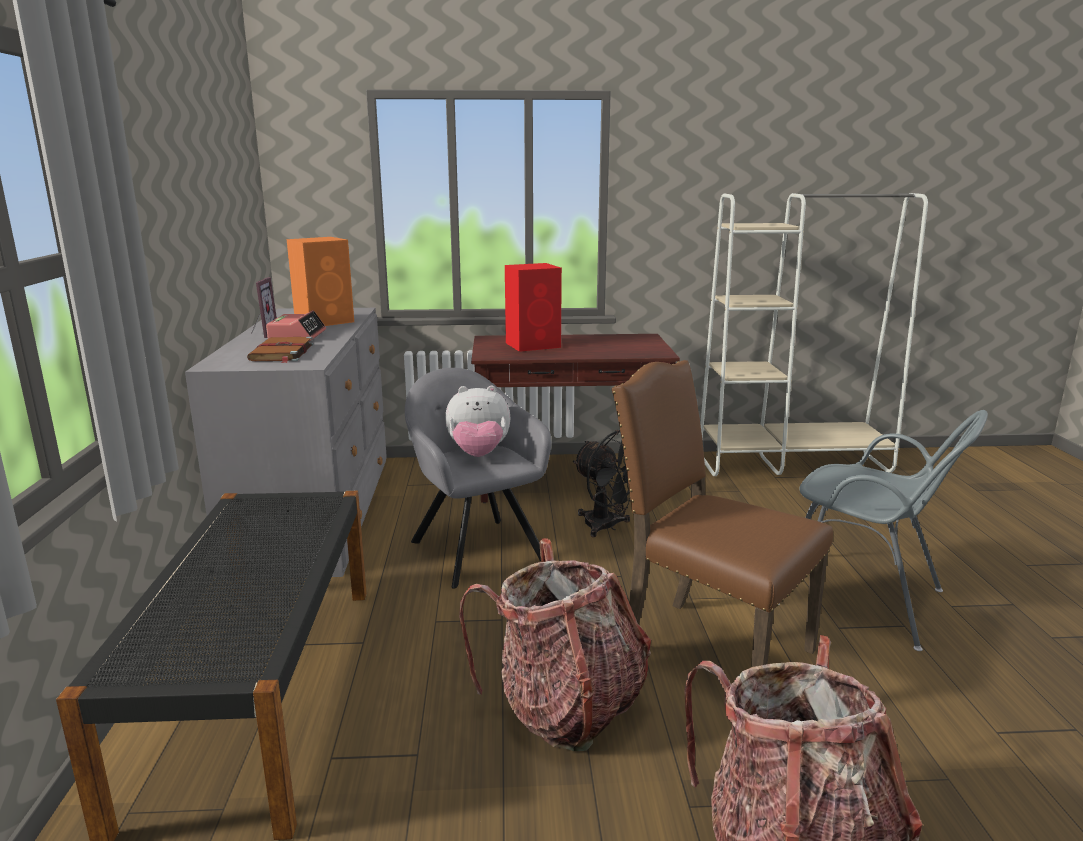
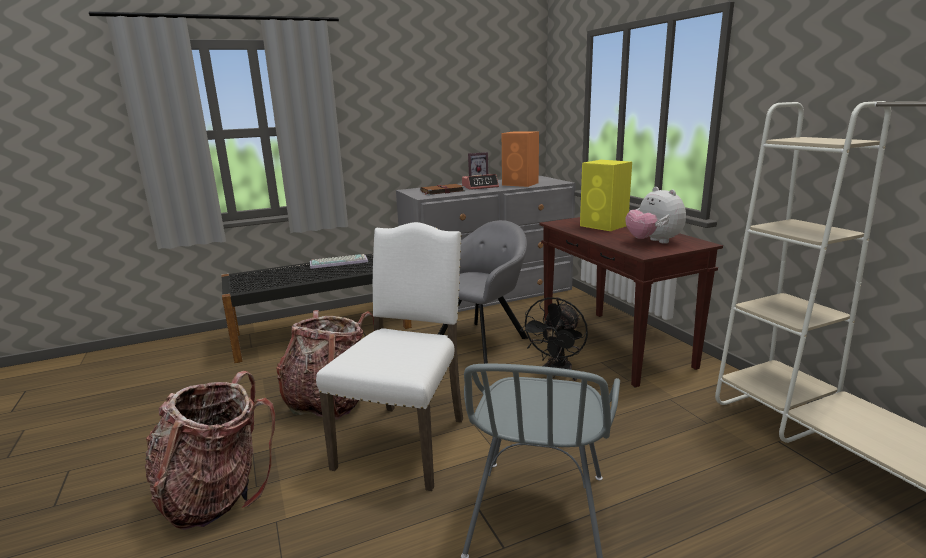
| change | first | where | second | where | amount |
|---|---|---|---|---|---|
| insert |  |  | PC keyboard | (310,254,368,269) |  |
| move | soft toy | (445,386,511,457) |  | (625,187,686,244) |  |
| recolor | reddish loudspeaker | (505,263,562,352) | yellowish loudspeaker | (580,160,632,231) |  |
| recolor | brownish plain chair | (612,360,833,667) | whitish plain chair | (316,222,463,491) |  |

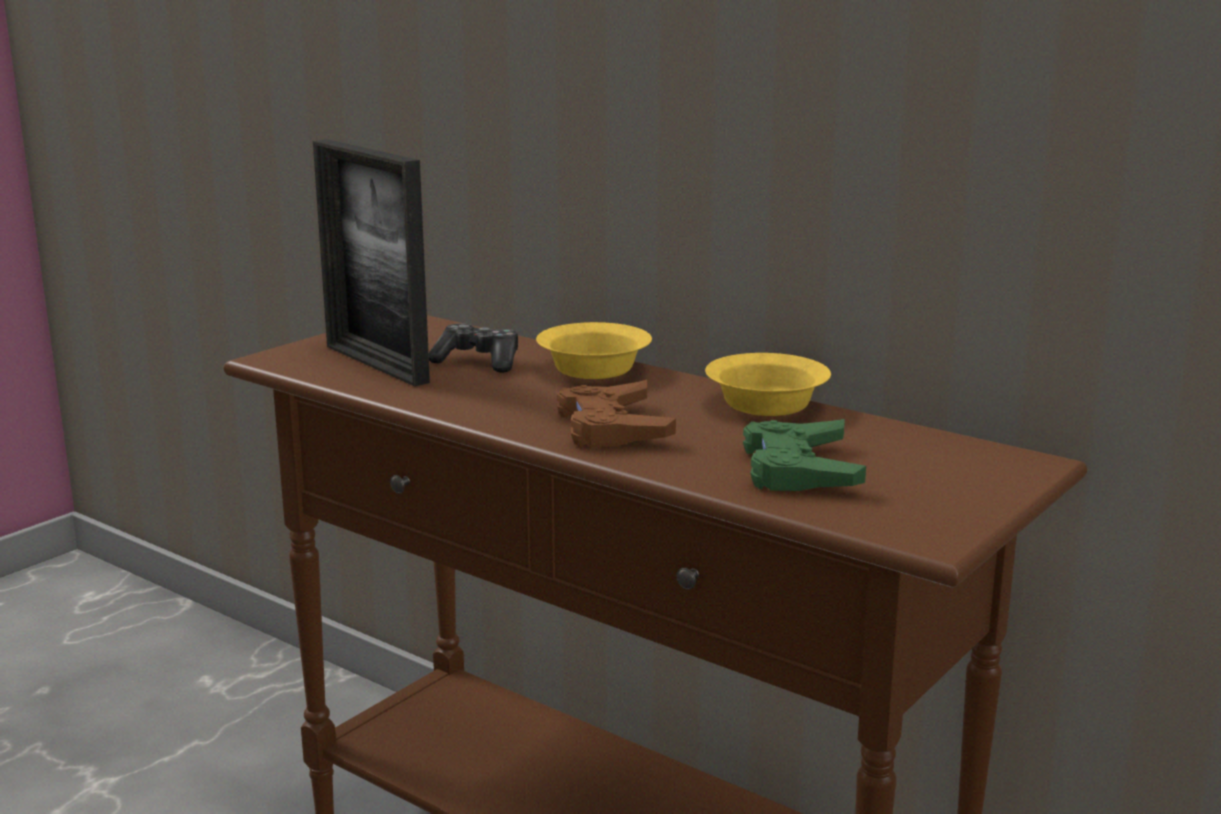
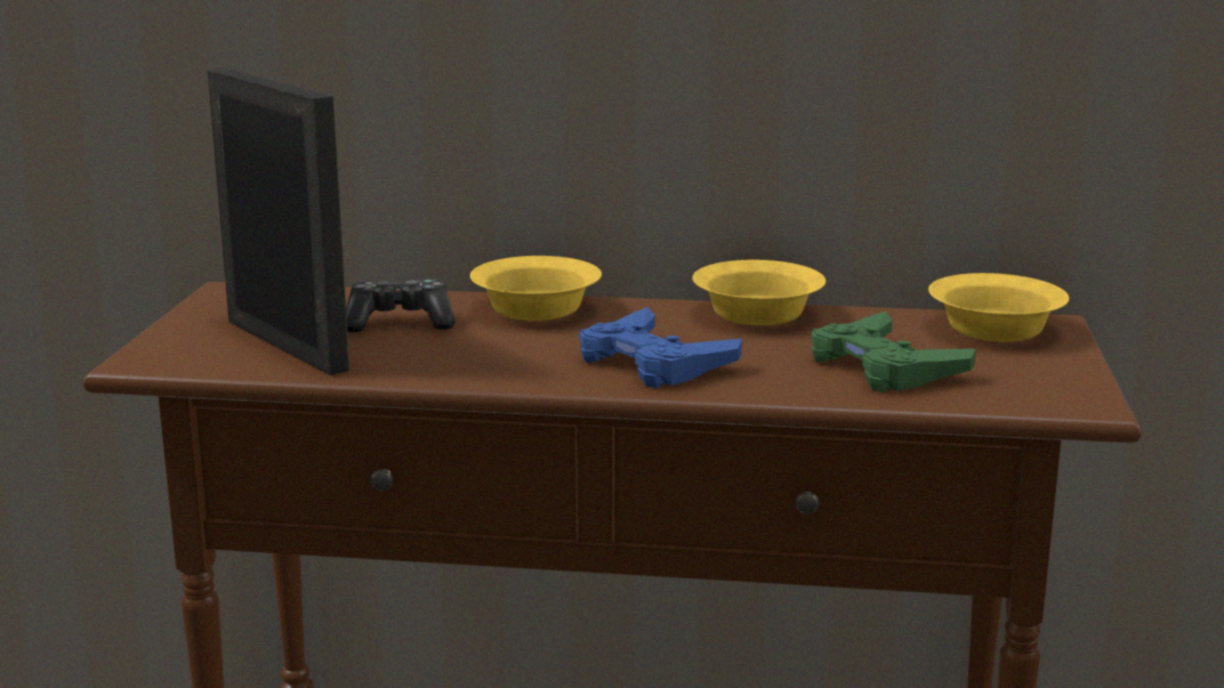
| change | first | where | second | where | amount |
|---|---|---|---|---|---|
| insert |  |  | yellowish serving bowl | (928,273,1069,342) |  |
| recolor | brownish joypad | (557,380,676,448) | blue-coloured joypad | (579,307,742,388) |  |
| rotate | picture frame | (313,139,430,387) |  | (207,68,350,376) | 150 degrees counterclockwise |

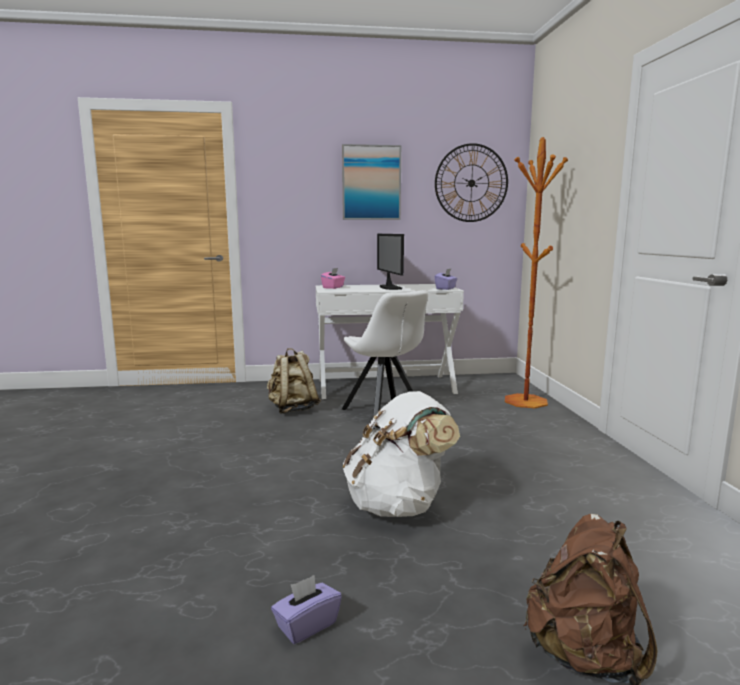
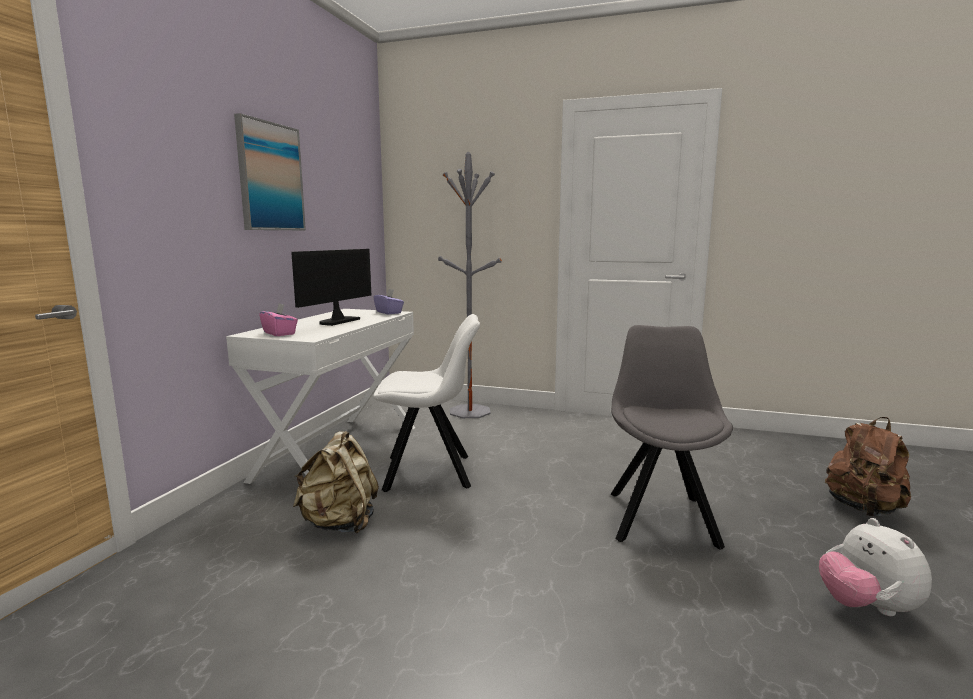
| change | first | where | second | where | amount |
|---|---|---|---|---|---|
| delete | hanging clock | (435,143,508,222) |  |  |  |
| replace | purple tissue holder | (271,575,342,644) | soft toy | (819,518,932,616) |  |
| replace | whitish backpack | (343,391,460,517) | gray plain chair | (611,325,733,549) |  |
| recolor | orange garment rack | (505,137,568,408) | gray garment rack | (438,152,502,418) |  |
| rotate | monitor | (377,234,404,290) |  | (291,249,371,326) | 105 degrees clockwise |

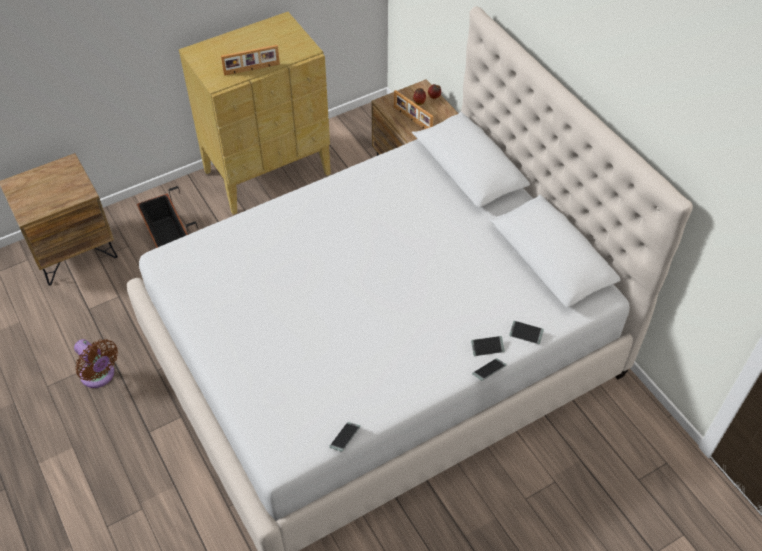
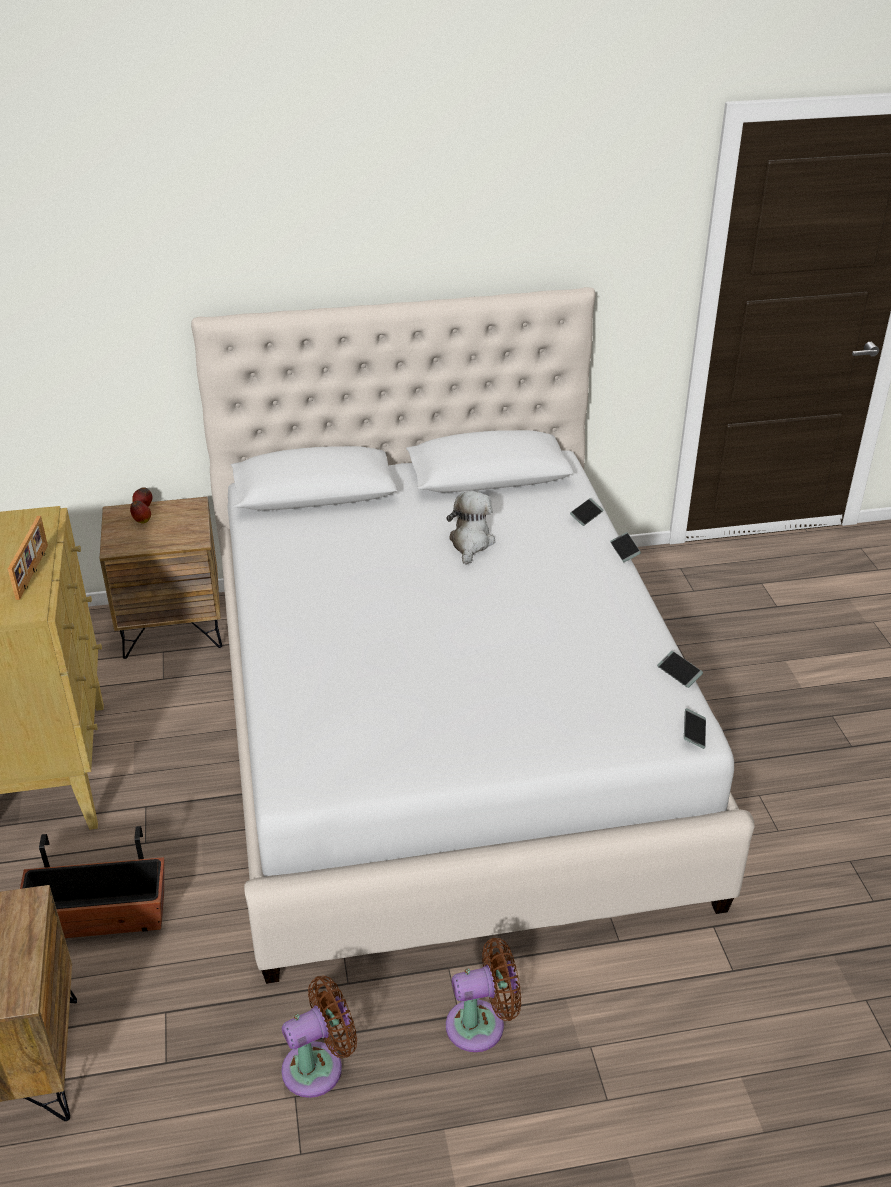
| change | first | where | second | where | amount |
|---|---|---|---|---|---|
| delete | picture frame | (394,90,433,129) |  |  |  |
| insert |  |  | soft toy | (446,491,495,565) |  |
| insert |  |  | brownish cooling fan | (446,938,521,1052) |  |
| move | handset | (471,336,505,356) |  | (684,708,706,749) |  |

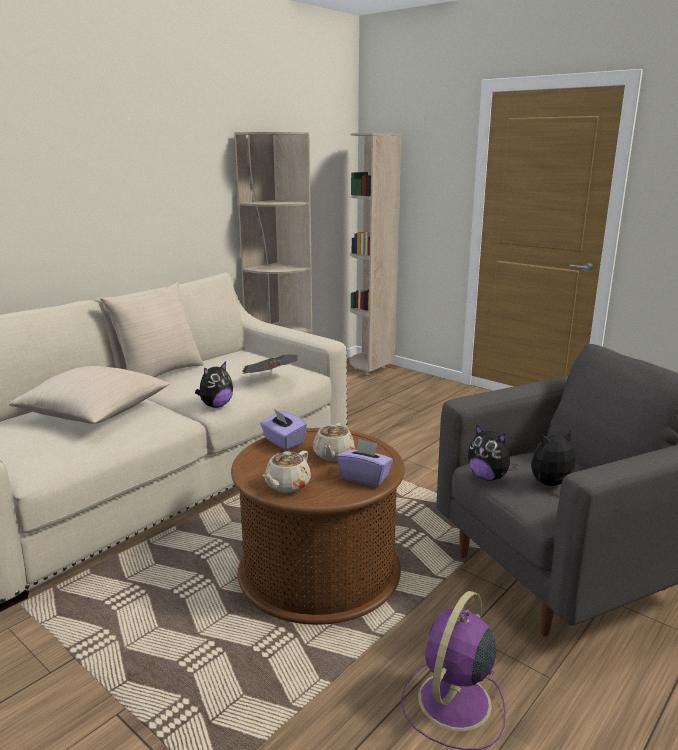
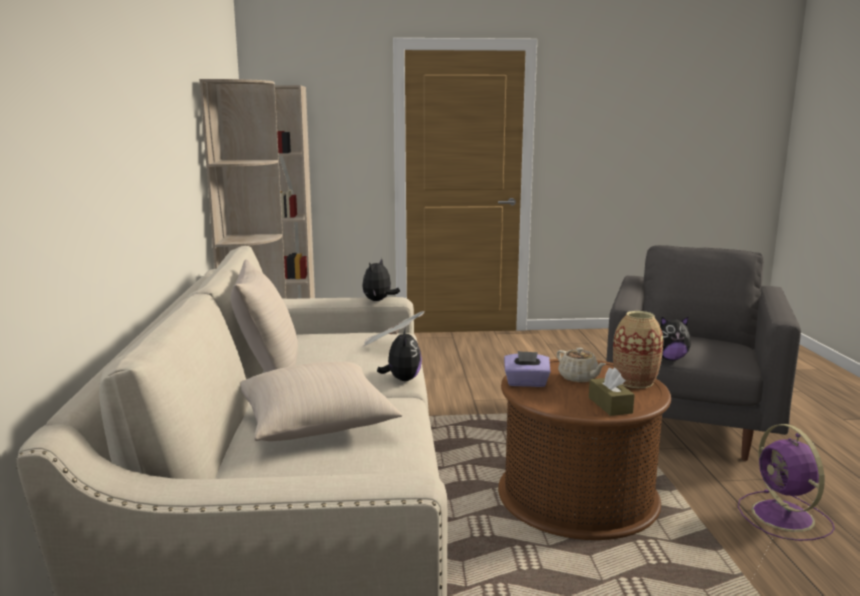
| change | first | where | second | where | amount |
|---|---|---|---|---|---|
| move | soft toy | (531,430,575,486) |  | (362,258,400,301) |  |
| replace | beige-coloured teapot | (263,451,311,493) | brownish tissue holder | (589,368,635,416) |  |
| replace | purple tissue holder | (337,439,393,487) | flower vase | (613,311,663,388) |  |

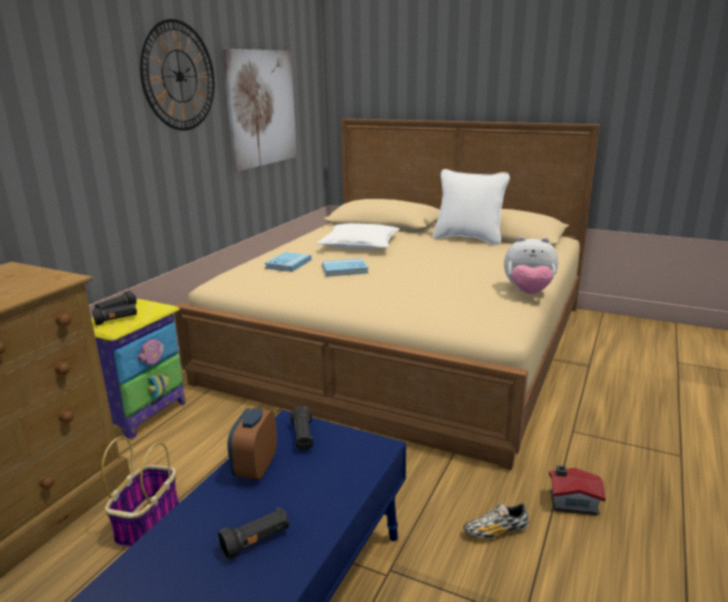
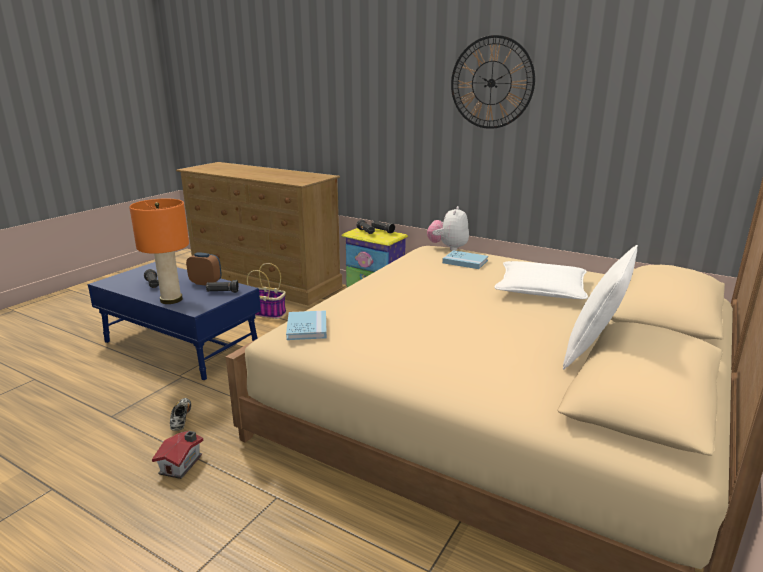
| change | first | where | second | where | amount |
|---|---|---|---|---|---|
| delete | wall picture | (222,49,297,172) |  |  |  |
| insert |  |  | orange lamp for a table | (129,199,189,304) |  |
| move | blue-coloured bound book | (322,258,369,277) |  | (286,310,327,340) |  |
| move | soft toy | (504,237,558,294) |  | (427,206,469,251) |  |

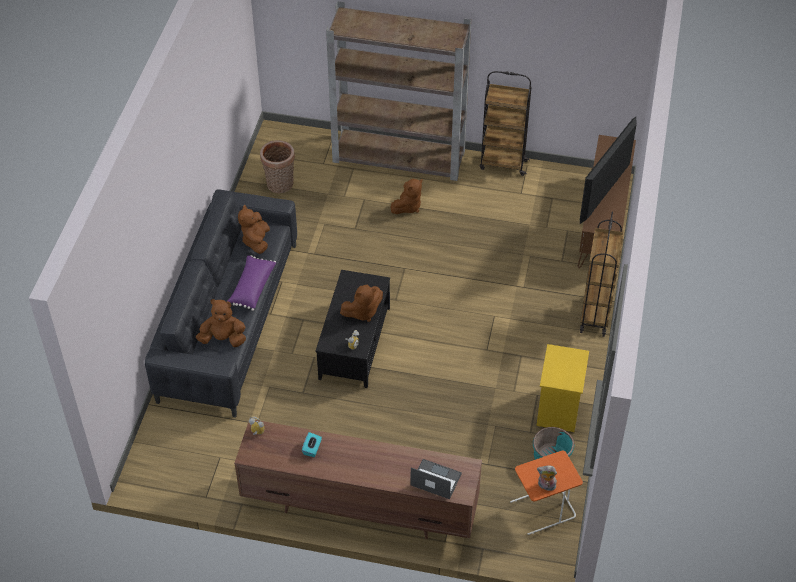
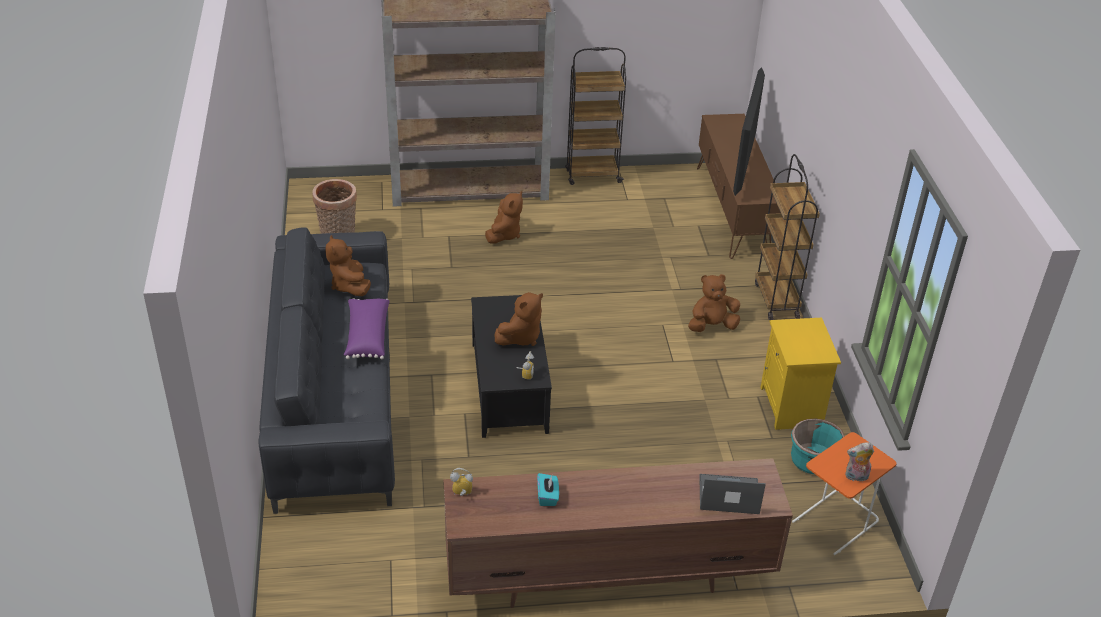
| change | first | where | second | where | amount |
|---|---|---|---|---|---|
| move | brownish soft toy | (196,299,246,347) |  | (688,274,740,332) |  |

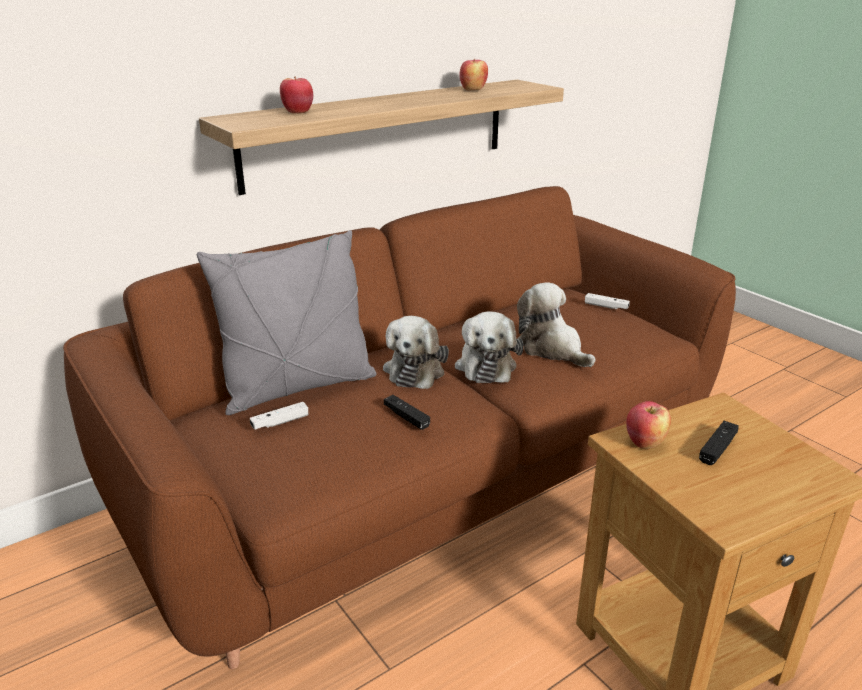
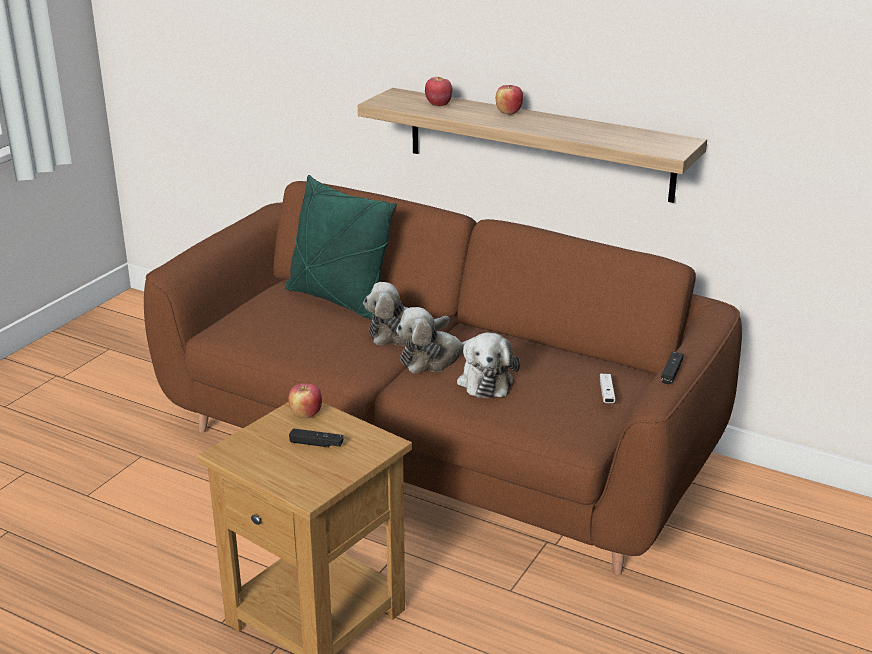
| change | first | where | second | where | amount |
|---|---|---|---|---|---|
| delete | whitish joypad | (250,402,308,430) |  |  |  |
| move | black-coloured joypad | (384,395,430,430) |  | (661,352,684,384) |  |
| move | whole apple | (459,59,488,91) |  | (496,85,523,115) |  |
| recolor | gray pillow | (197,230,377,415) | green-coloured pillow | (285,175,397,320) |  |
| rotate | soft toy | (517,282,595,367) |  | (457,333,520,398) | 150 degrees clockwise |

